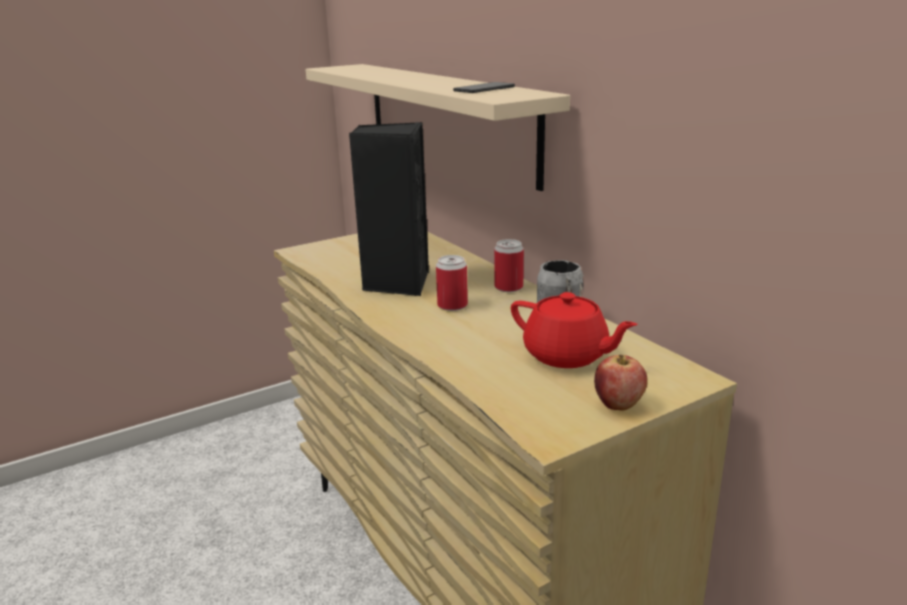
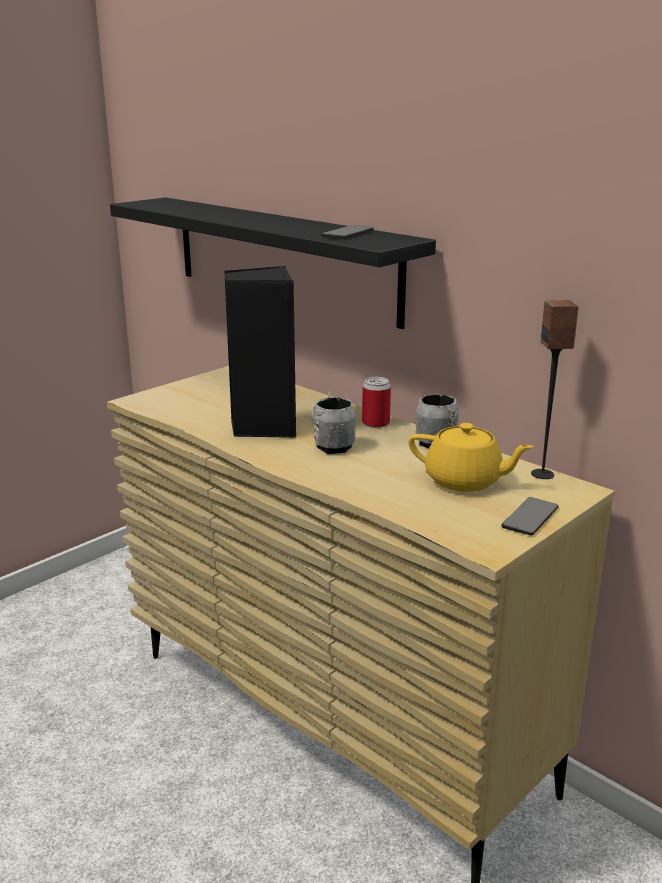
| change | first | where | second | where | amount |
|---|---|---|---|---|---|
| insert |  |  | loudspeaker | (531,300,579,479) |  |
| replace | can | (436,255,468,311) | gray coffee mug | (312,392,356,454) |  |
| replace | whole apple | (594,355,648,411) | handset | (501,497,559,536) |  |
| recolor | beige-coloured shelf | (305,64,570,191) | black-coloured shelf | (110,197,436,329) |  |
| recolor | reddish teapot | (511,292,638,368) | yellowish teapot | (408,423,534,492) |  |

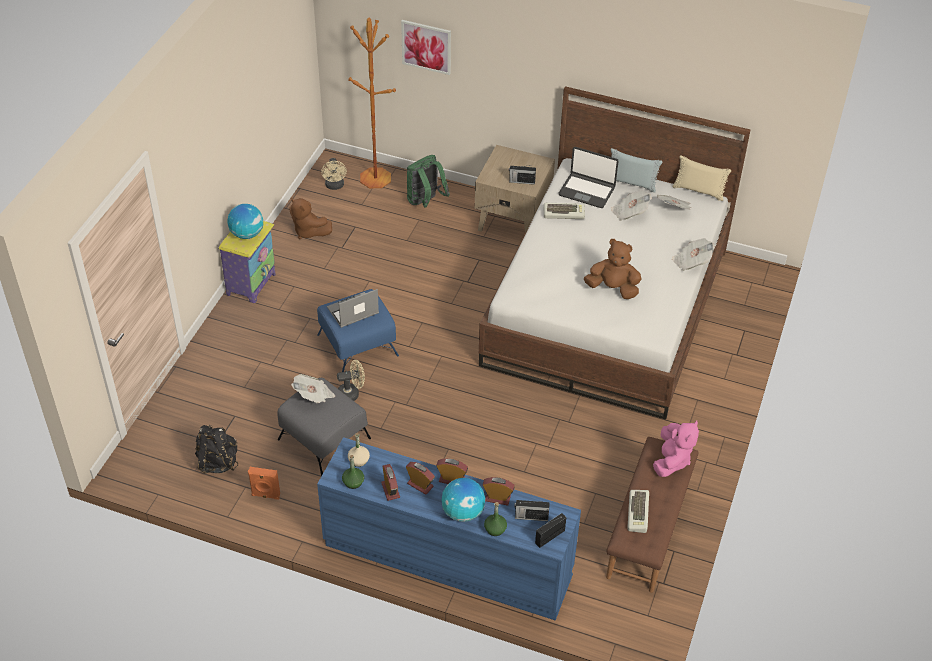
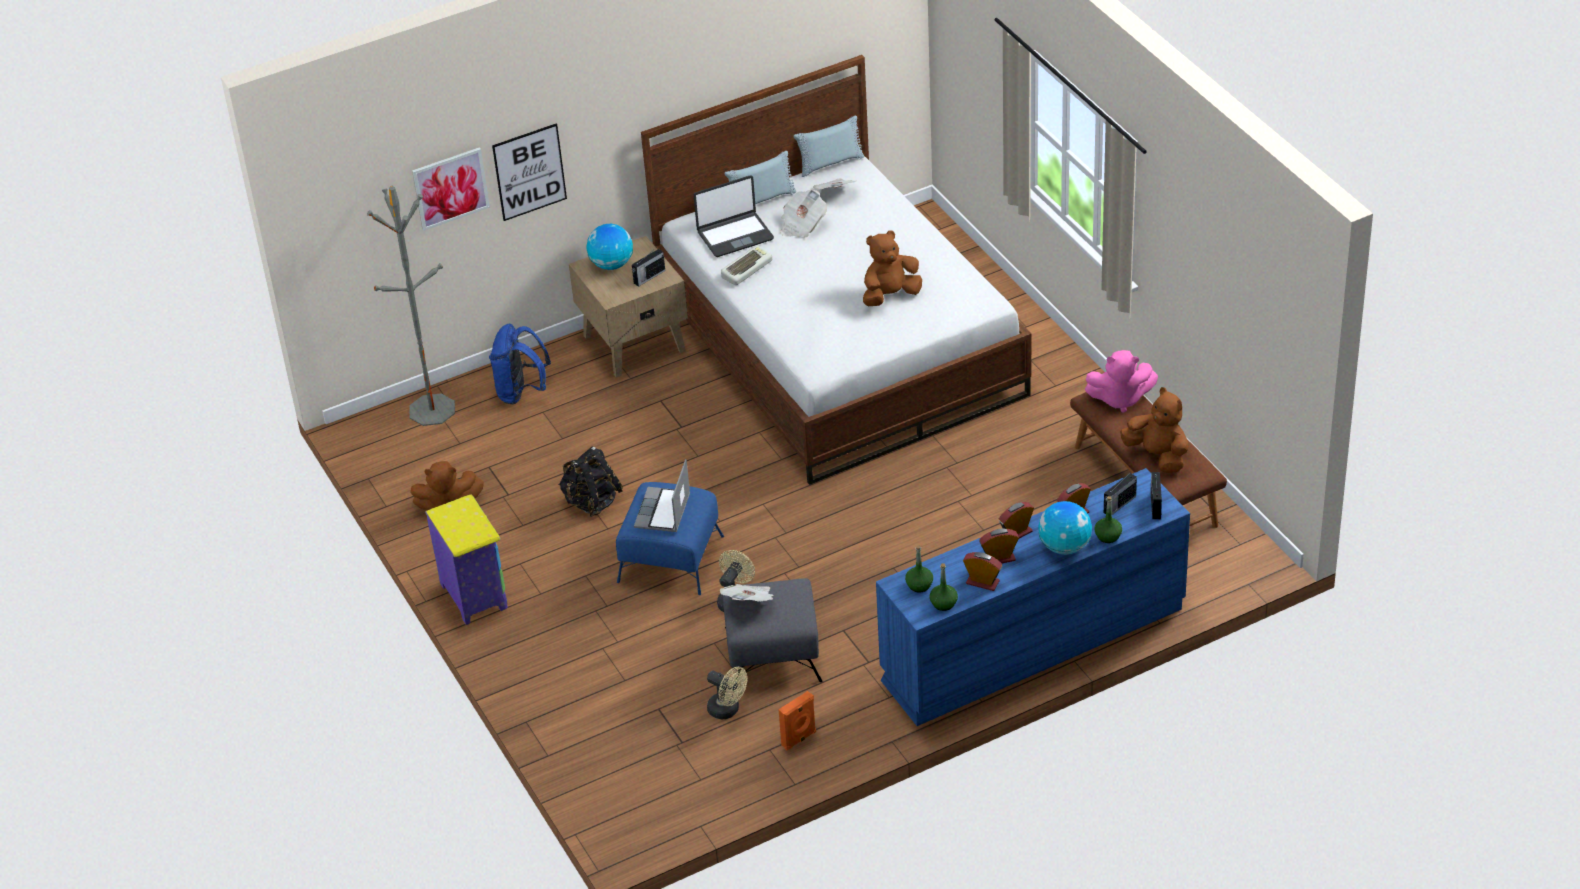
| change | first | where | second | where | amount |
|---|---|---|---|---|---|
| delete | newspaper | (672,238,715,271) |  |  |  |
| insert |  |  | wall picture | (492,124,567,221) |  |
| move | black-coloured backpack | (195,425,238,473) |  | (559,446,623,517) |  |
| move | desk globe | (227,204,263,239) |  | (587,224,633,270) |  |
| move | beige-coloured cooling fan | (321,158,347,190) |  | (707,667,747,719) |  |
| replace | PC keyboard | (627,490,649,533) | brownish soft toy | (1120,387,1189,473) |  |
| recolor | orange garment rack | (348,18,396,188) | gray garment rack | (367,186,455,426) |  |
| recolor | beige-coloured bottle | (348,433,370,467) | green-coloured bottle | (905,545,933,593) |  |
| recolor | green-coloured backpack | (407,155,450,208) | blue-coloured backpack | (489,324,551,405) |  |
| recolor | beige-coloured pillow | (672,156,731,201) | blue-coloured pillow | (793,115,864,177) |  |
| rotate | pink-coloured soft toy | (653,421,699,477) |  | (1085,350,1158,413) | 120 degrees clockwise |

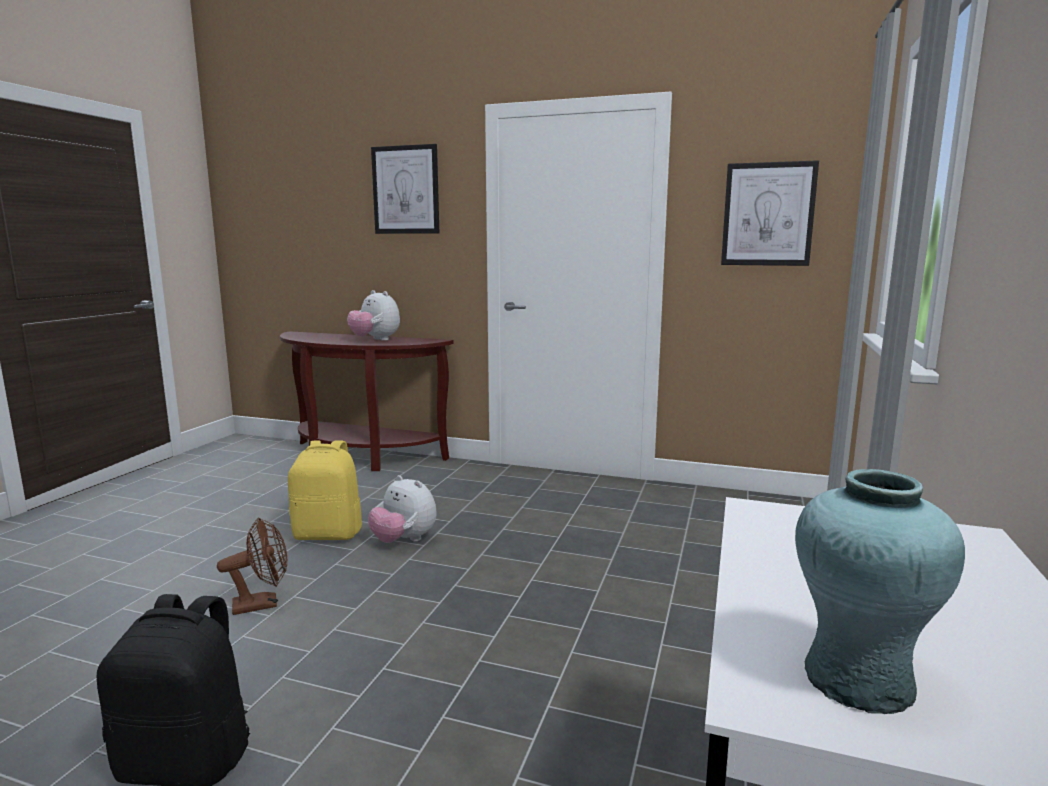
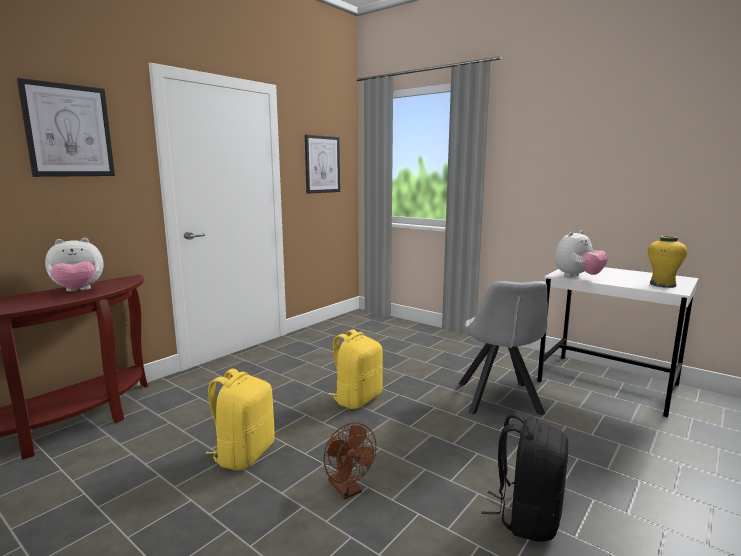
| change | first | where | second | where | amount |
|---|---|---|---|---|---|
| insert |  |  | yellowish backpack | (329,329,383,409) |  |
| insert |  |  | gray plain chair | (459,281,548,415) |  |
| move | soft toy | (368,475,437,543) |  | (555,231,608,277) |  |
| recolor | turquoise-coloured flower vase | (795,469,965,714) | yellowish flower vase | (648,236,687,288) |  |
| rotate | brownish cooling fan | (217,517,287,615) |  | (323,423,376,499) | 150 degrees clockwise |

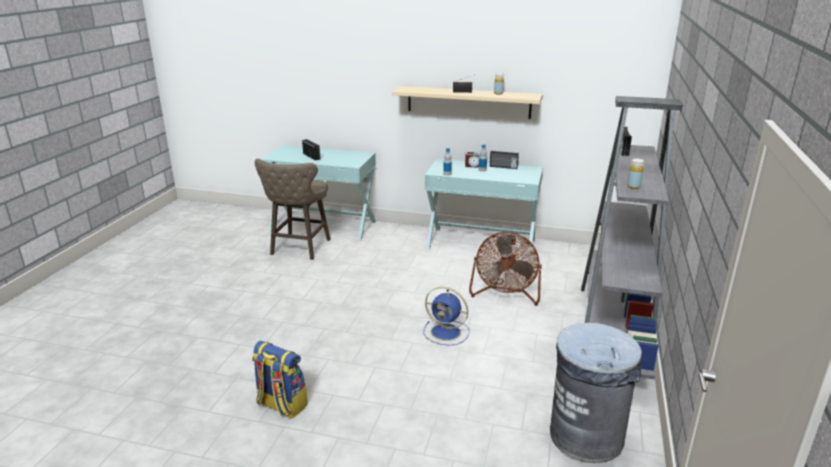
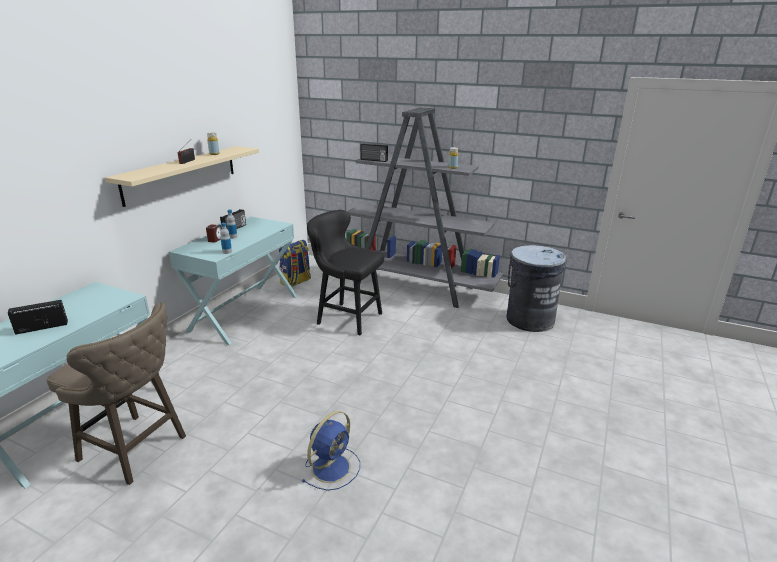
| change | first | where | second | where | amount |
|---|---|---|---|---|---|
| move | backpack | (252,341,308,418) |  | (279,240,311,287) |  |
| move | blue-coloured cooling fan | (424,287,469,346) |  | (301,411,360,491) |  |
| replace | brownish cooling fan | (469,232,542,306) | black-coloured stool seat | (307,210,384,335) |  |

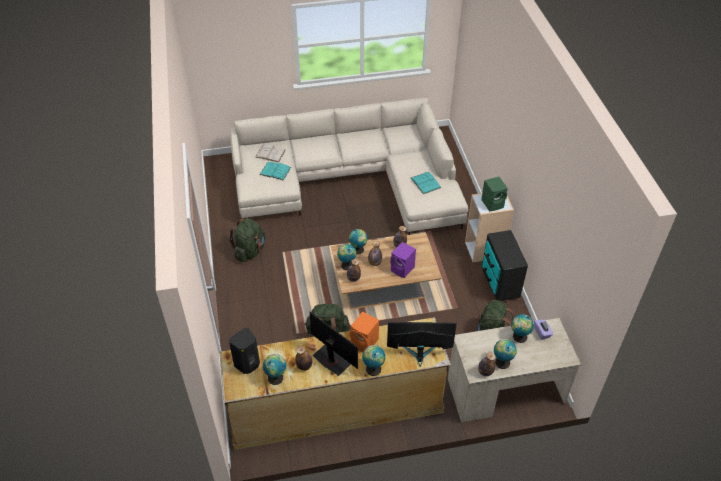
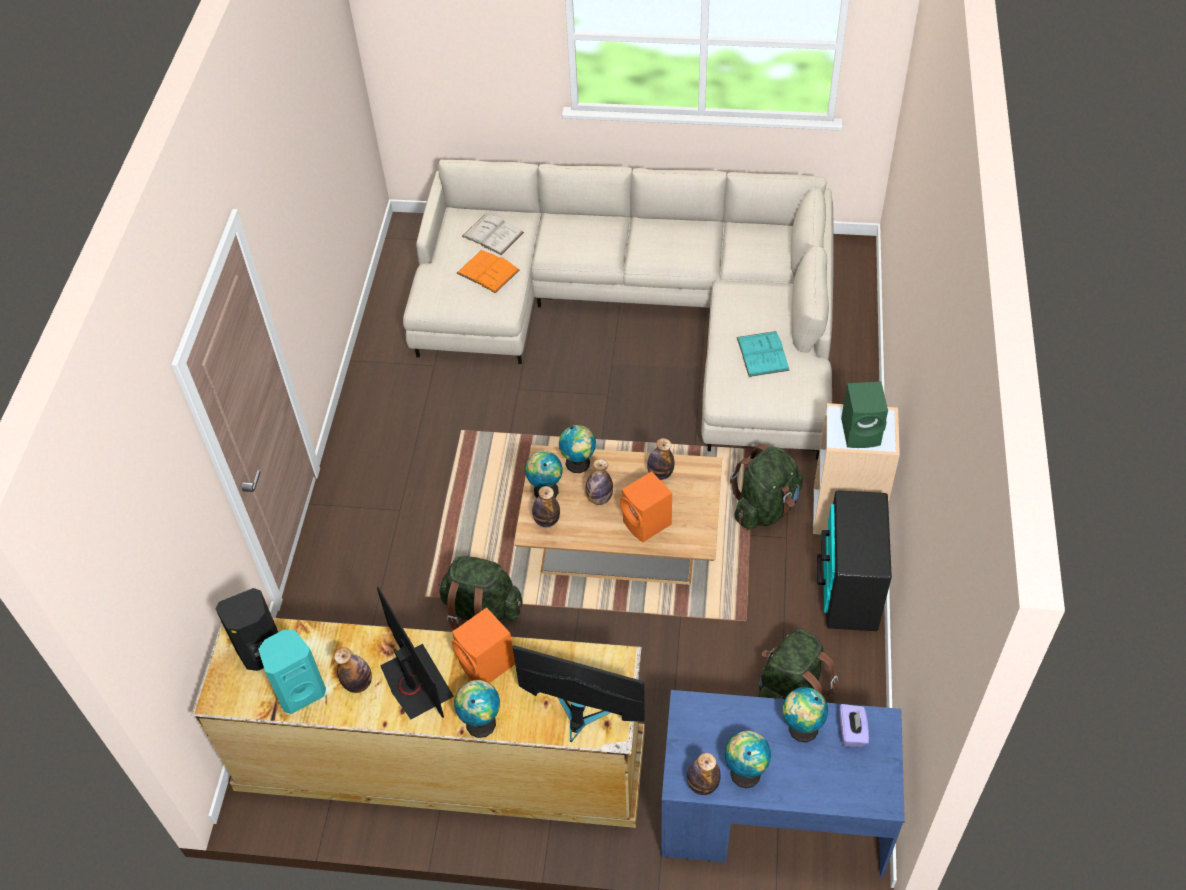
| change | first | where | second | where | amount |
|---|---|---|---|---|---|
| move | green-coloured backpack | (229,219,265,262) |  | (730,444,803,530) |  |
| replace | desk globe | (263,354,286,385) | turquoise-coloured loudspeaker | (258,630,326,714) |  |
| recolor | turquoise-coloured bound book | (260,162,291,181) | orange bound book | (457,250,519,293) |  |
| recolor | purple loudspeaker | (390,242,416,278) | orange loudspeaker | (620,471,672,542) |  |
| recolor | beige-coloured desk table | (448,318,581,422) | blue-coloured desk table | (661,690,905,877) |  |

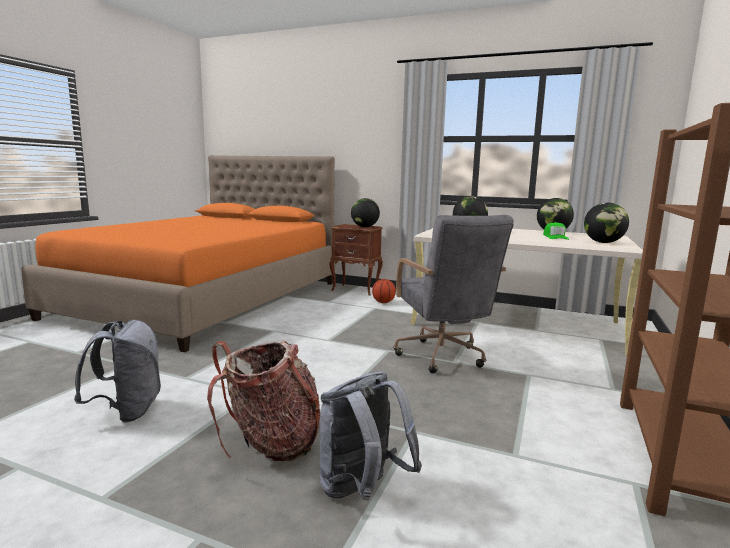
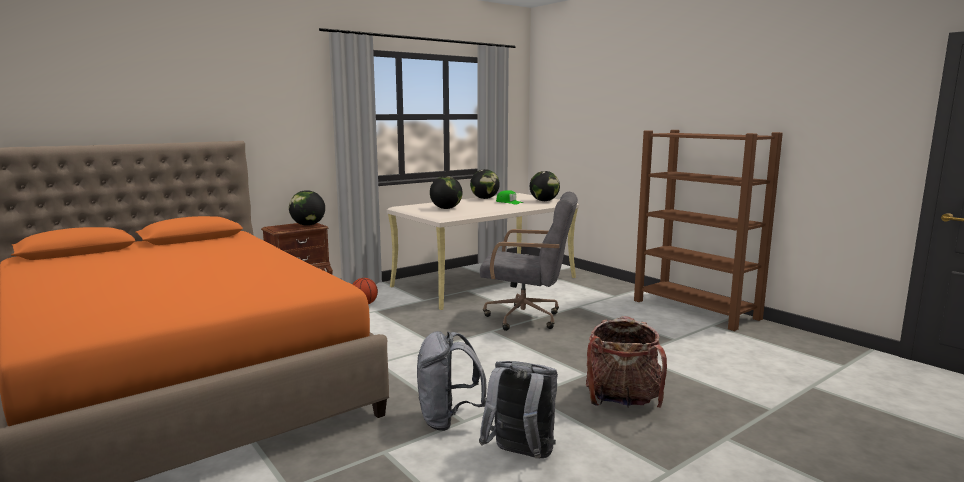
| change | first | where | second | where | amount |
|---|---|---|---|---|---|
| move | gray backpack | (320,372,422,500) |  | (417,331,487,431) |  |

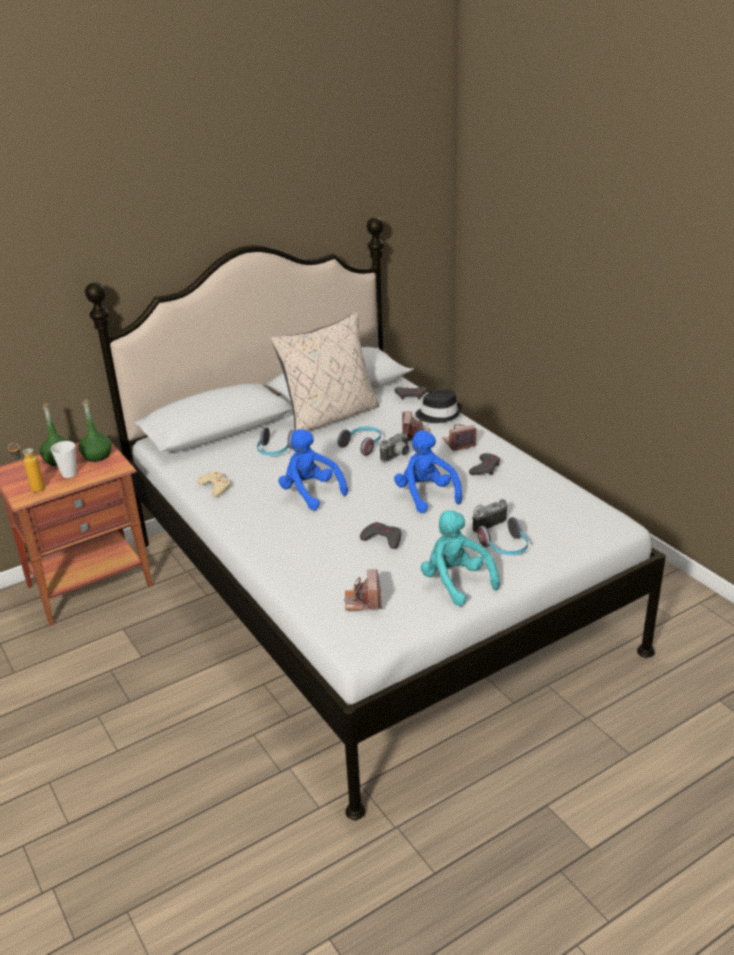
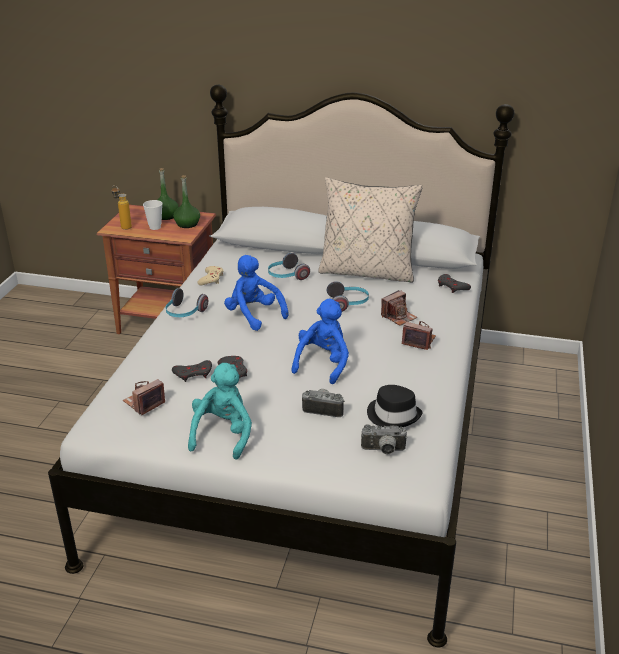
| change | first | where | second | where | amount |
|---|---|---|---|---|---|
| move | photo camera | (380,432,410,462) |  | (361,424,407,455) |  |
| move | black-coloured clothing hat | (415,389,462,423) |  | (367,385,422,428) |  |
| move | gray joypad | (469,453,500,475) |  | (172,360,212,382) |  |
| move | pair of headphones | (477,517,528,555) |  | (166,288,208,317) |  |
| rotate | blue-coloured soft toy | (279,429,348,510) |  | (224,255,289,331) | 45 degrees counterclockwise |

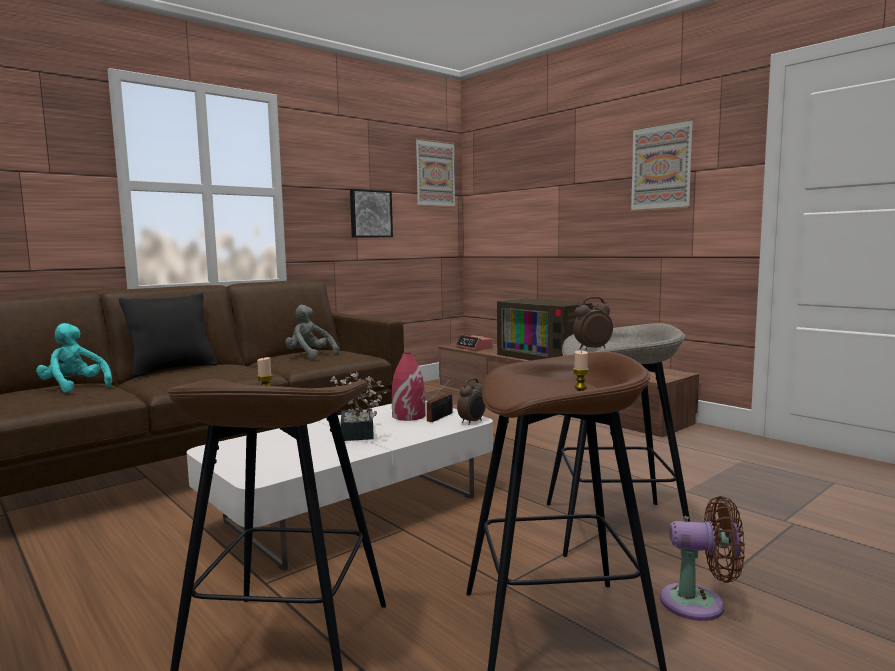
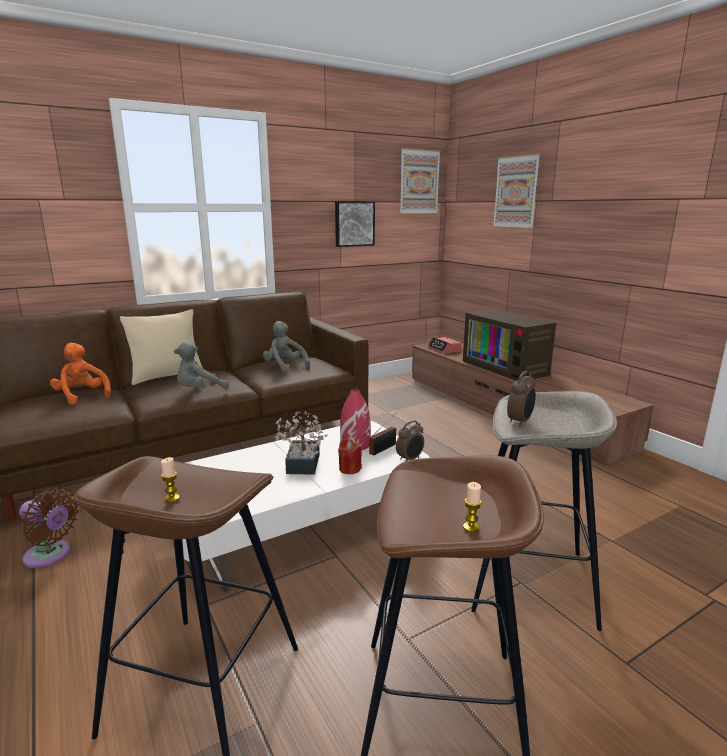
| change | first | where | second | where | amount |
|---|---|---|---|---|---|
| insert |  |  | gray soft toy | (174,342,229,389) |  |
| insert |  |  | reddish candle | (338,439,362,474) |  |
| move | wall picture | (630,118,694,212) |  | (492,153,541,229) |  |
| move | brownish cooling fan | (660,496,745,621) |  | (19,487,79,568) |  |
| recolor | turquoise-coloured soft toy | (36,323,112,393) | orange soft toy | (50,343,111,405) |  |
| recolor | black-coloured pillow | (119,293,217,377) | beige-coloured pillow | (120,309,203,385) |  |
| rotate | alarm clock | (573,297,613,350) |  | (507,371,536,426) | 135 degrees clockwise |

